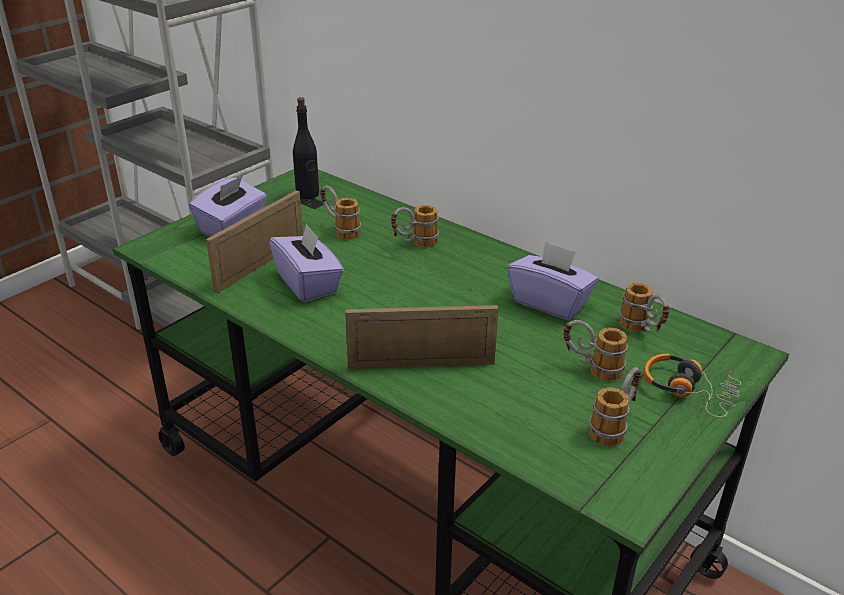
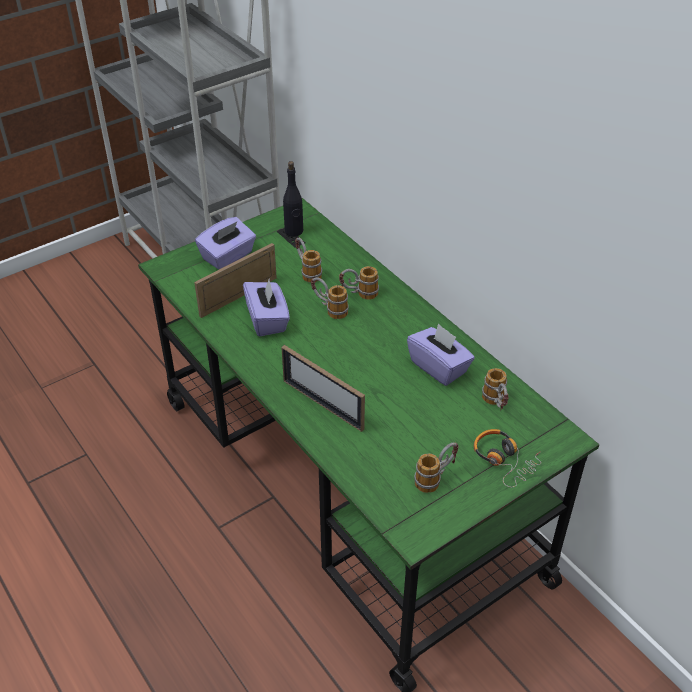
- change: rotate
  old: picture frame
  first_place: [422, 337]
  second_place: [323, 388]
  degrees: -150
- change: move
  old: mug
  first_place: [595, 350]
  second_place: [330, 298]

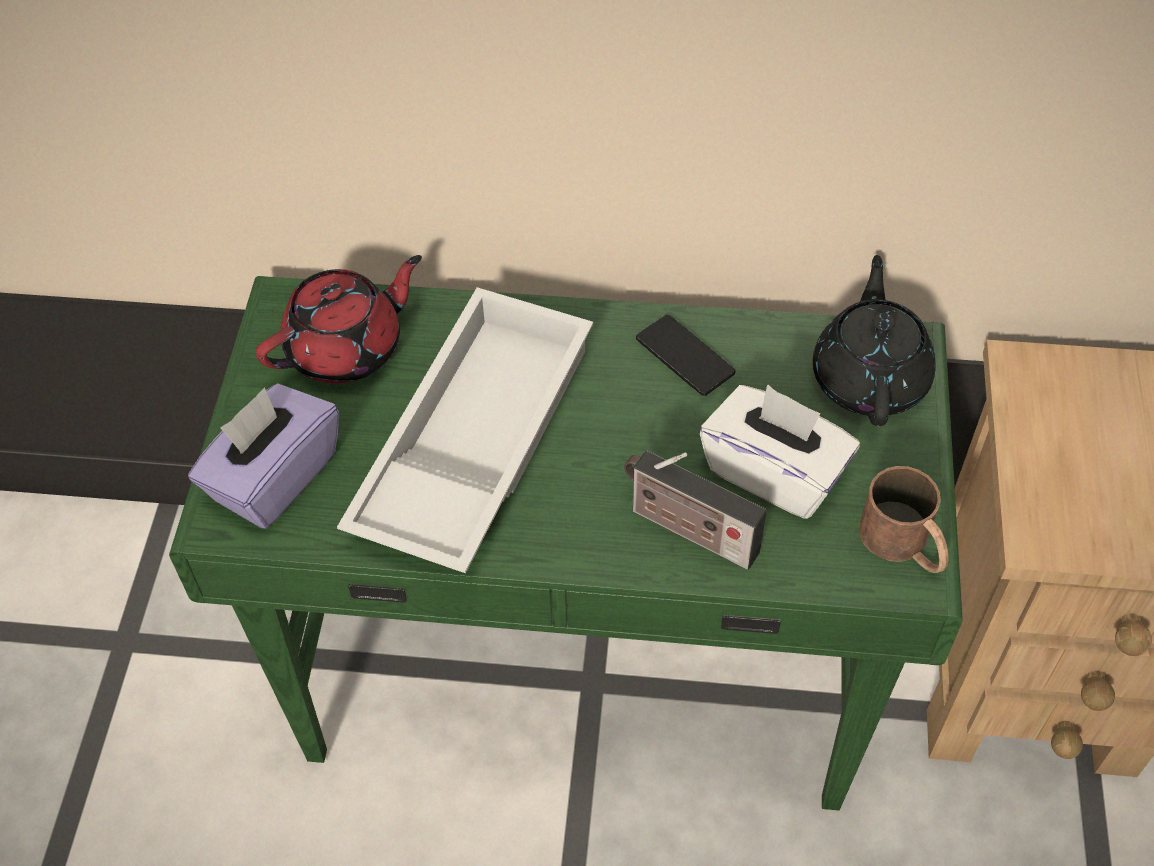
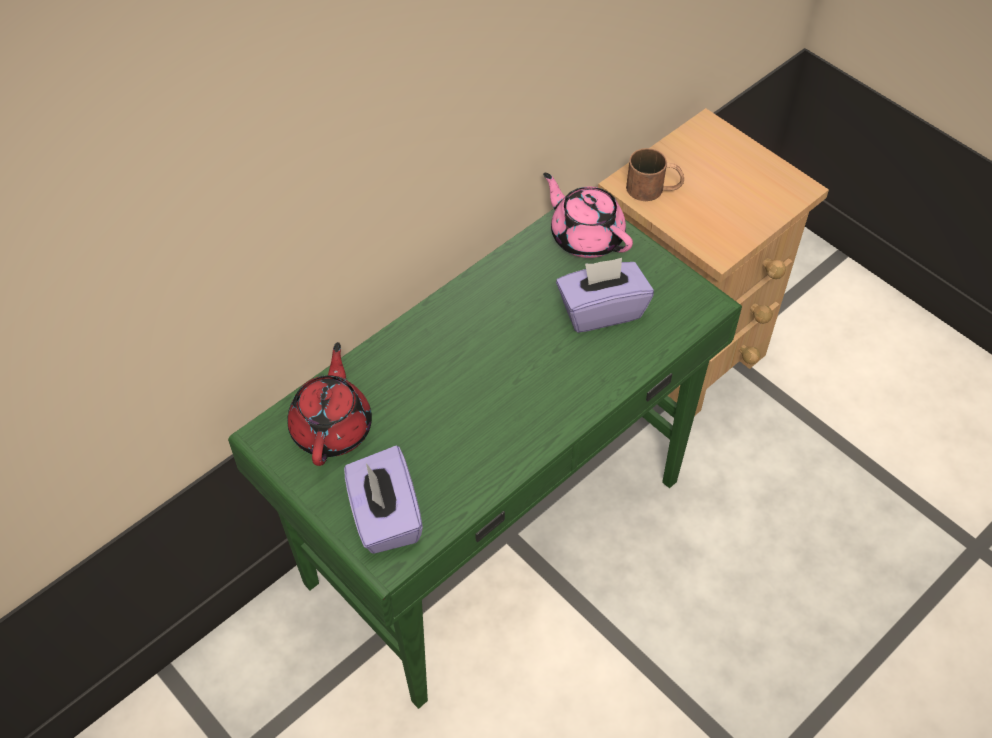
- change: recolor
  old: teapot (black)
  new: teapot (pink)
  first_place: [874, 340]
  second_place: [588, 215]
- change: recolor
  old: tissue box (white)
  new: tissue box (purple)
  first_place: [780, 451]
  second_place: [605, 295]
- change: move
  old: mug (brown)
  first_place: [904, 519]
  second_place: [655, 174]
- change: delete
  old: tray (white)
  first_place: [465, 430]
- change: delete
  old: radio
  first_place: [695, 510]
- change: delete
  old: phone
  first_place: [686, 355]

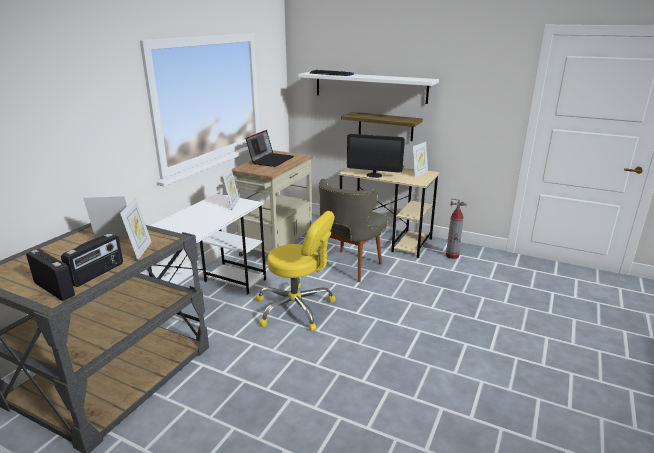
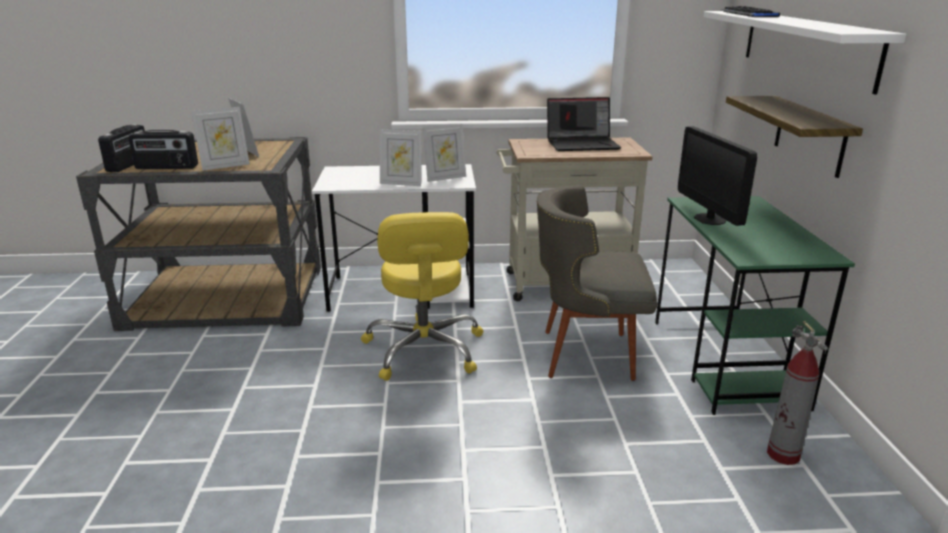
- change: move
  old: picture frame
  first_place: [420, 159]
  second_place: [401, 157]
- change: recolor
  old: desk (beige)
  new: desk (green)
  first_place: [389, 212]
  second_place: [755, 305]

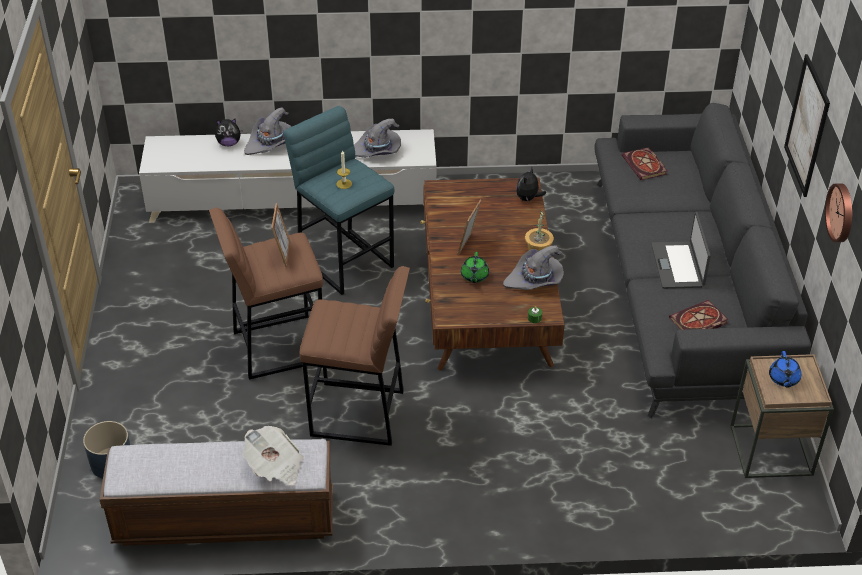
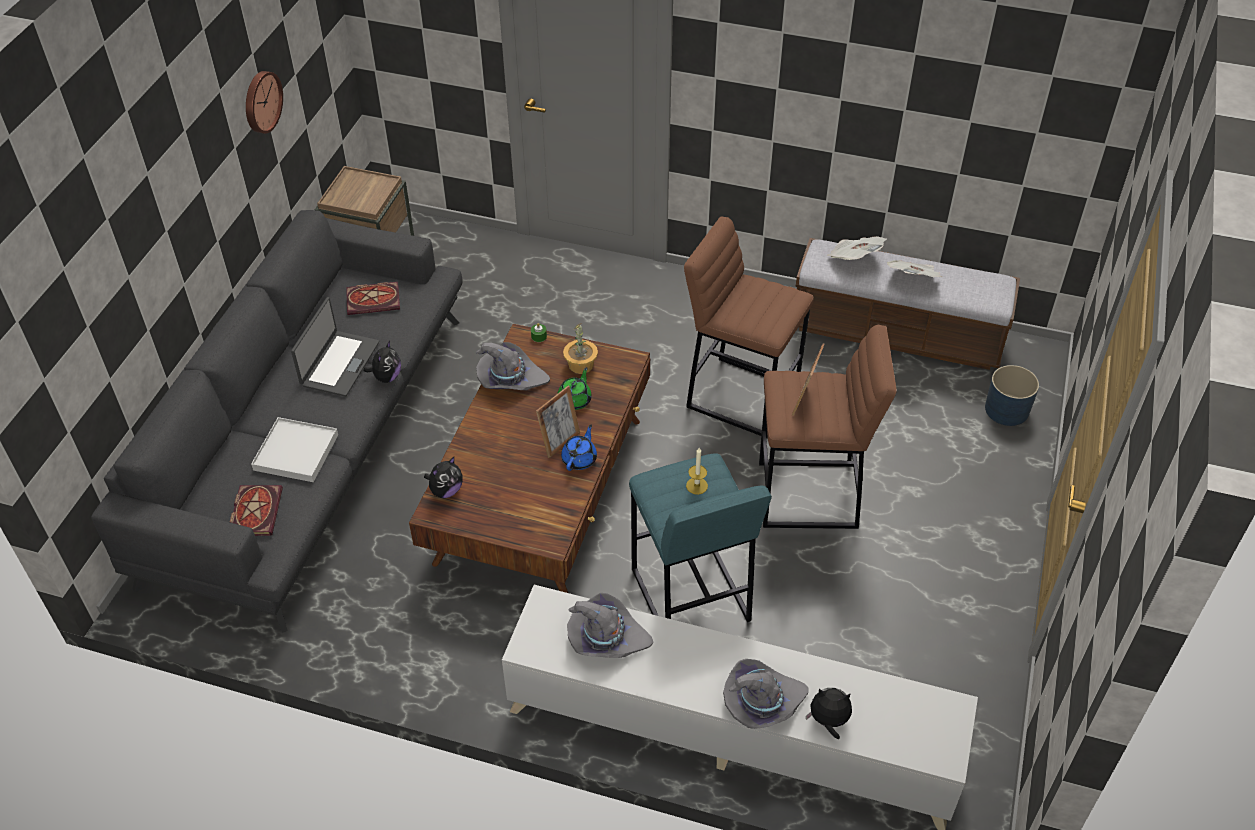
- change: insert
  new: tray (white)
  second_place: [294, 449]
- change: insert
  new: plush toy
  second_place: [382, 361]
- change: move
  old: teapot (blue)
  first_place: [785, 369]
  second_place: [579, 447]
- change: move
  old: potted plant
  first_place: [539, 230]
  second_place: [580, 348]
- change: insert
  new: newspaper
  second_place: [914, 268]
- change: delete
  old: picture
  first_place: [807, 125]

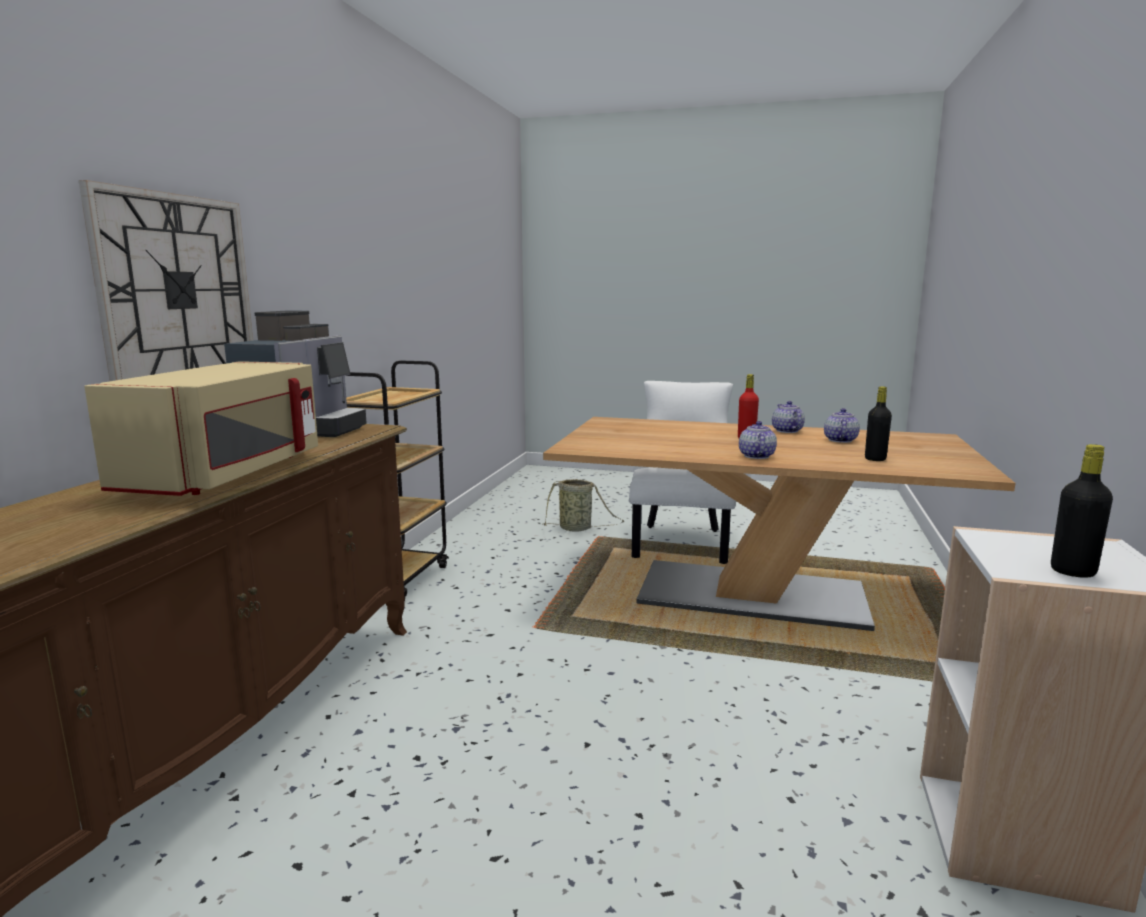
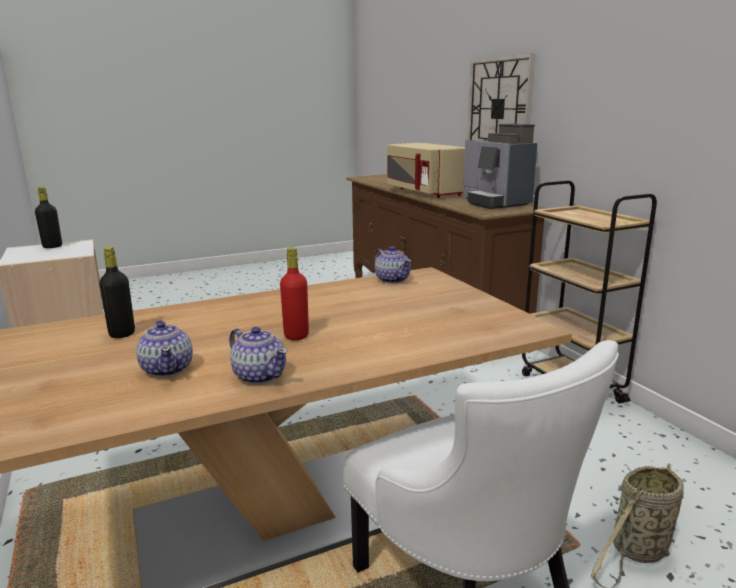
- change: move
  old: teapot
  first_place: [758, 440]
  second_place: [393, 265]

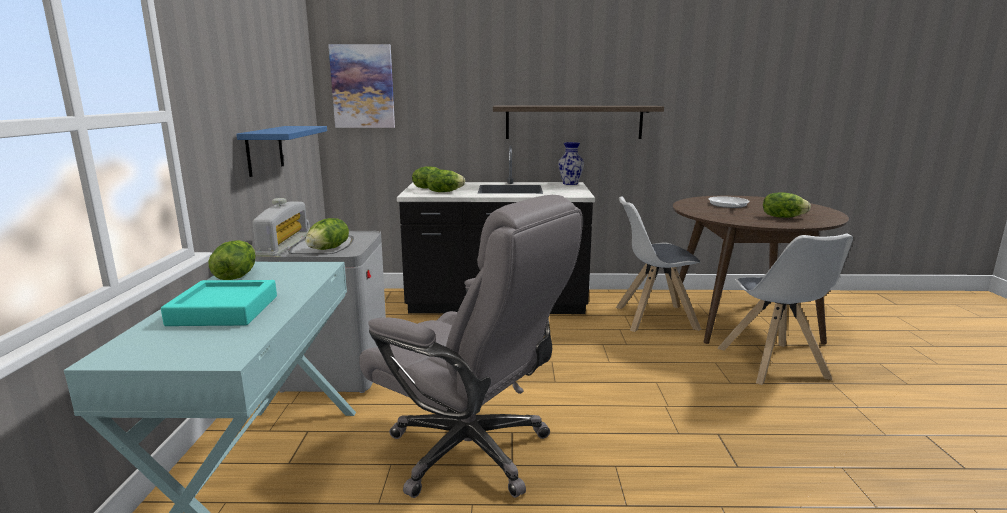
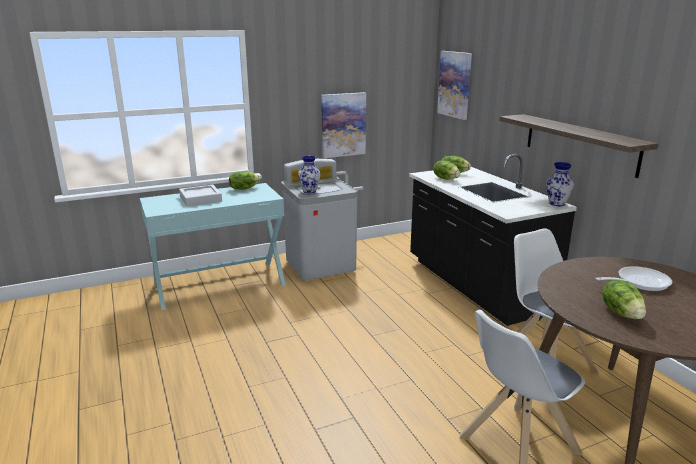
- change: recolor
  old: tray (turquoise)
  new: tray (grey)
  first_place: [219, 303]
  second_place: [200, 195]
- change: replace
  old: lettuce
  new: vase
  first_place: [327, 234]
  second_place: [309, 174]
- change: replace
  old: shelf (blue)
  new: picture
  first_place: [281, 151]
  second_place: [343, 125]
- change: delete
  old: office chair (grey)
  first_place: [471, 346]

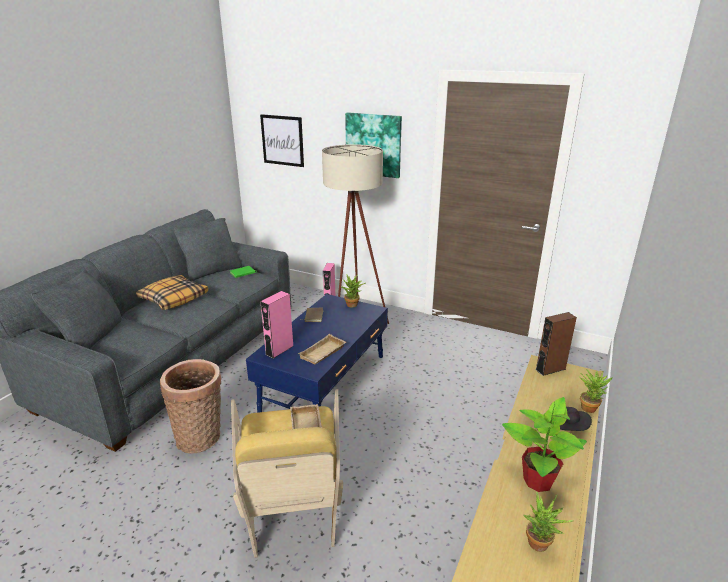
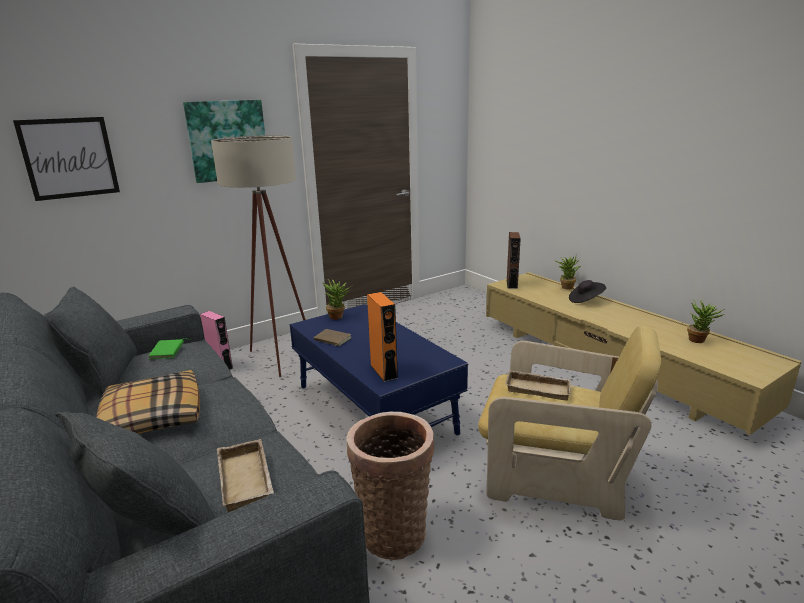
- change: move
  old: tray (beige)
  first_place: [322, 349]
  second_place: [245, 475]
- change: recolor
  old: speaker (pink)
  new: speaker (orange)
  first_place: [276, 325]
  second_place: [382, 337]
- change: delete
  old: potted plant
  first_place: [544, 444]

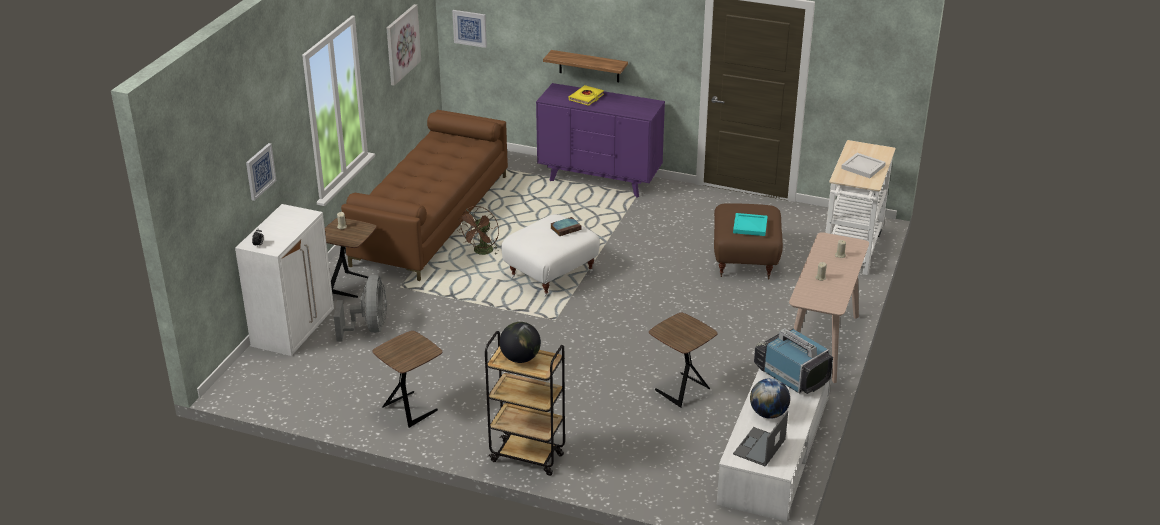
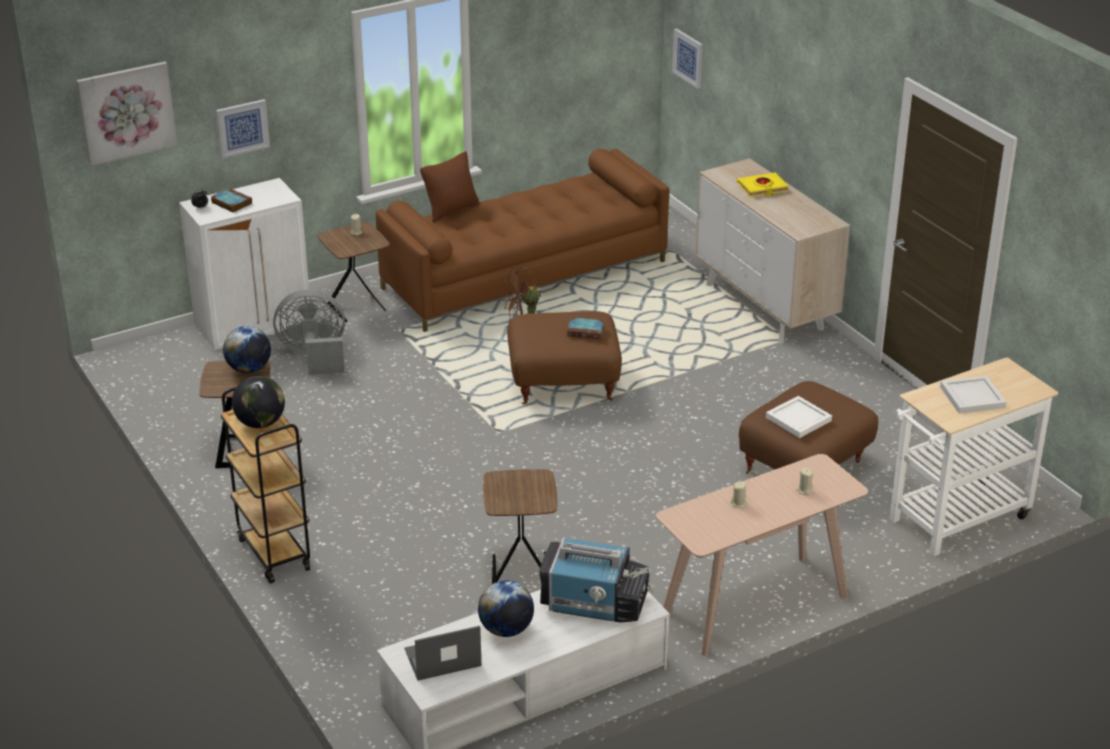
- change: move
  old: picture
  first_place: [404, 45]
  second_place: [127, 114]
- change: insert
  new: book
  second_place: [231, 200]
- change: insert
  new: globe
  second_place: [247, 349]
- change: rotate
  old: fan (grey)
  first_place: [360, 308]
  second_place: [309, 332]
  degrees: -135
- change: insert
  new: pillow (brown)
  second_place: [450, 186]
- change: recolor
  old: ottoman (white)
  new: ottoman (brown)
  first_place: [550, 255]
  second_place: [564, 357]
- change: rotate
  old: television
  first_place: [793, 361]
  second_place: [597, 580]
  degrees: 105
- change: recolor
  old: dresser (purple)
  new: dresser (white)
  first_place: [600, 140]
  second_place: [772, 251]
- change: recolor
  old: tray (turquoise)
  new: tray (white)
  first_place: [750, 224]
  second_place: [799, 417]
- change: delete
  old: shelf
  first_place: [585, 66]

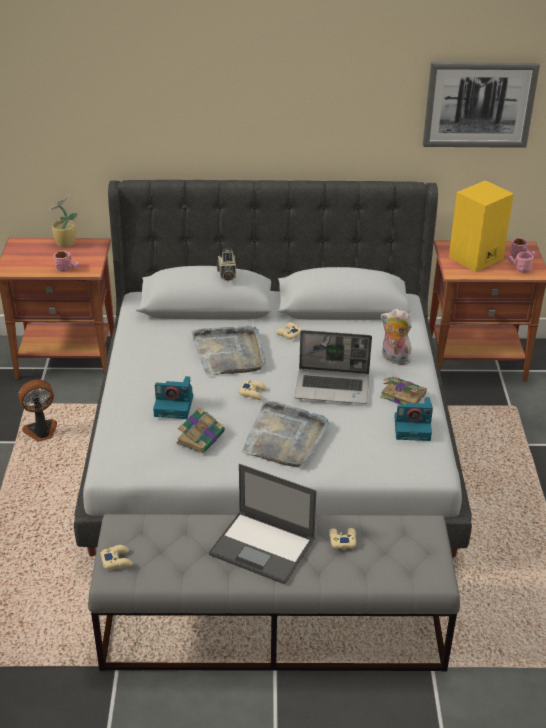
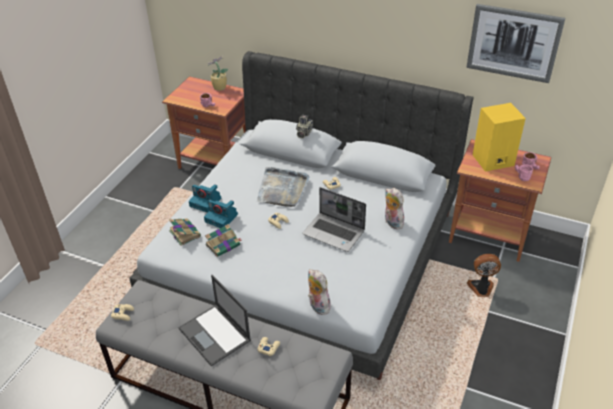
- change: move
  old: book
  first_place: [403, 390]
  second_place: [185, 232]
- change: move
  old: photo camera
  first_place: [414, 419]
  second_place: [205, 198]
- change: insert
  new: plush toy
  second_place: [319, 292]
- change: move
  old: fan
  first_place: [37, 410]
  second_place: [484, 275]
- change: delete
  old: tray (grey)
  first_place: [286, 434]

